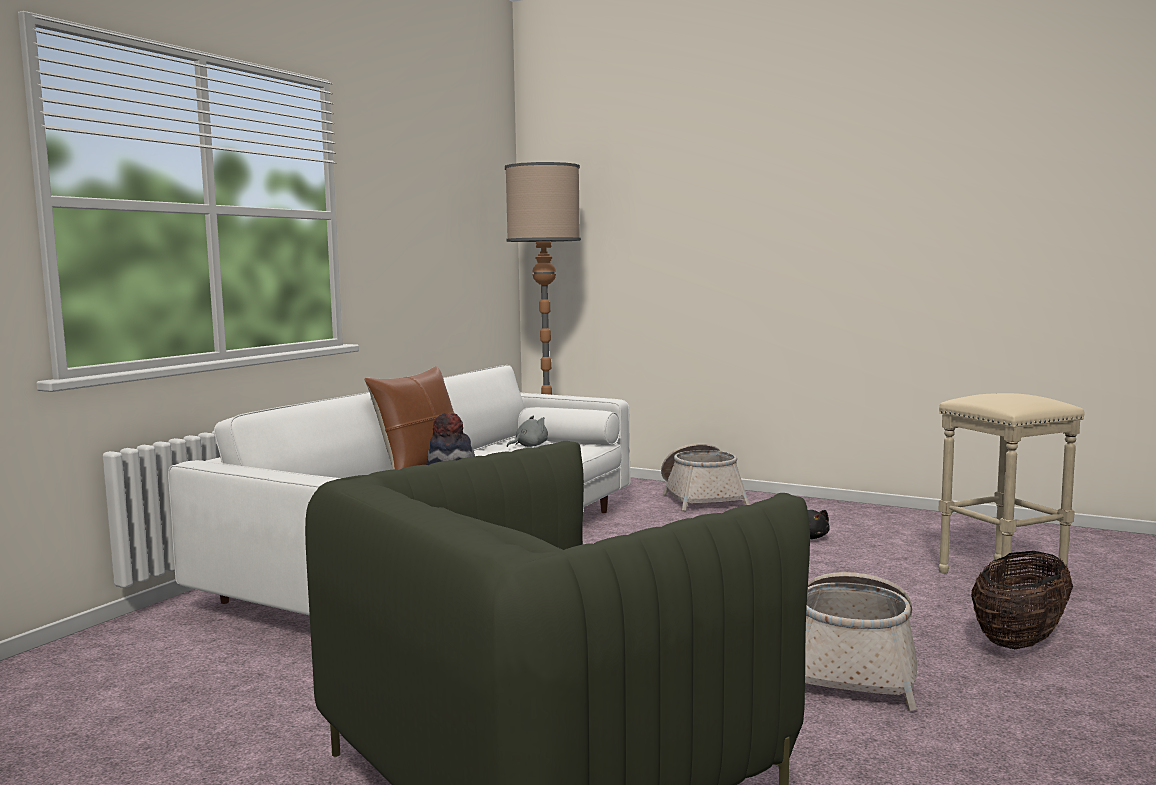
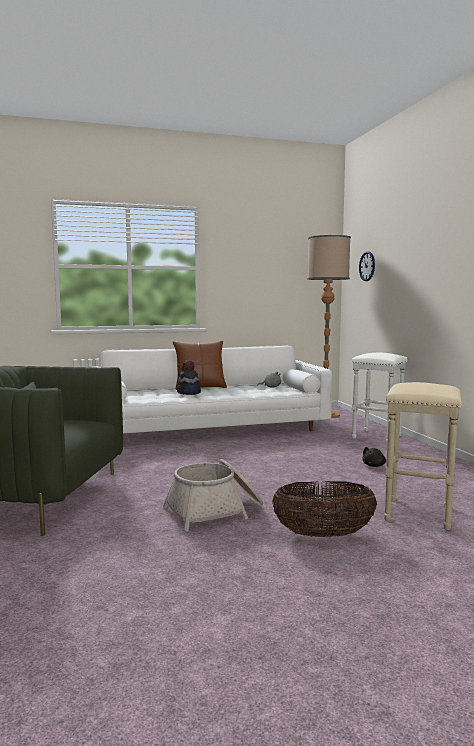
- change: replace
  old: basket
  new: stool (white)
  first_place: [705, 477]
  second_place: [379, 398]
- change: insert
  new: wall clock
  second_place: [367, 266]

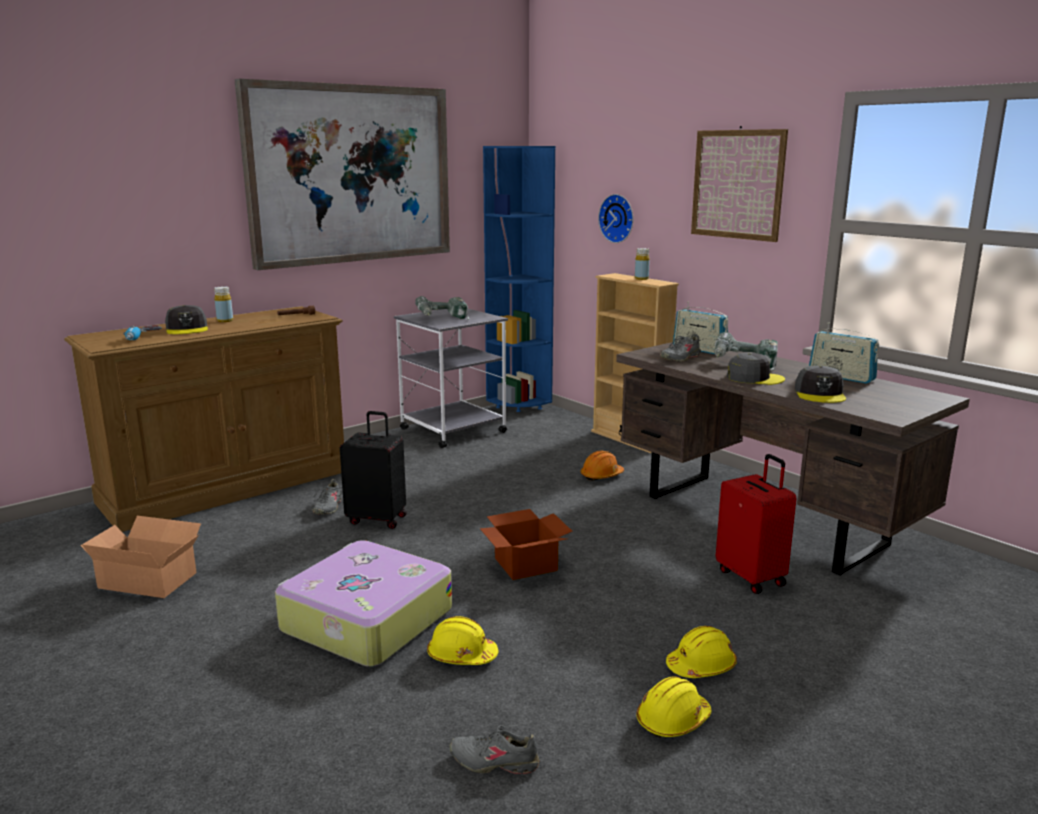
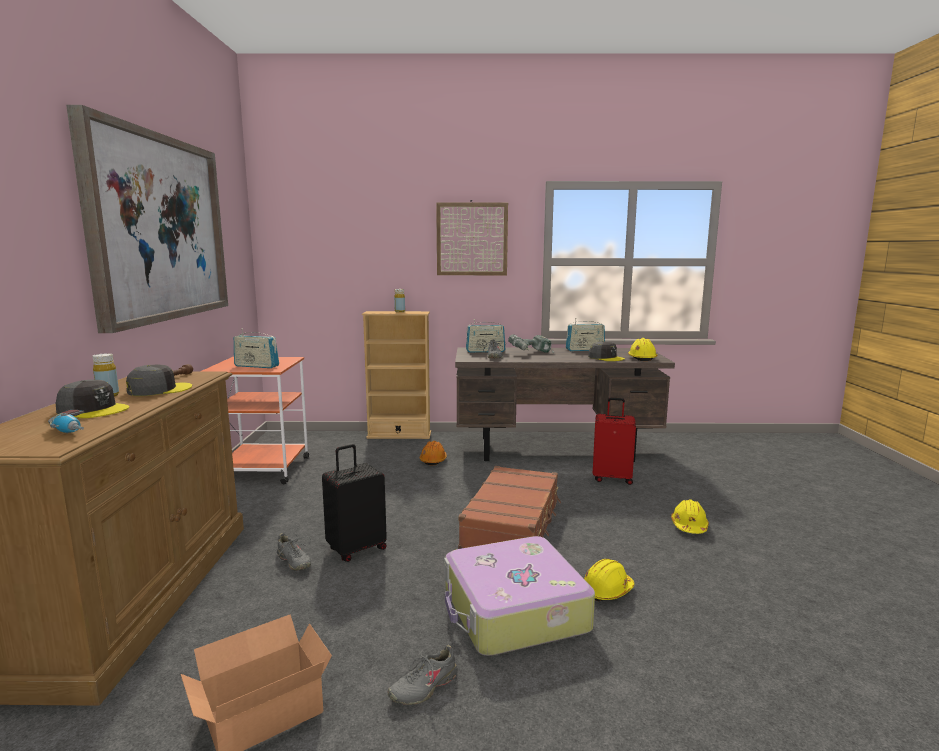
- change: move
  old: cap (grey)
  first_place: [756, 368]
  second_place: [159, 380]
- change: recolor
  old: cart (grey)
  new: cart (orange)
  first_place: [451, 378]
  second_place: [254, 420]
- change: replace
  old: power drill
  new: radio
  first_place: [442, 308]
  second_place: [256, 348]
- change: move
  old: shoe (grey)
  first_place: [494, 749]
  second_place: [423, 675]
- change: replace
  old: cardboard box
  new: suitcase (brown)
  first_place: [526, 544]
  second_place: [509, 507]
- change: move
  old: hard hat (yellow)
  first_place: [673, 707]
  second_place: [642, 349]
- change: delete
  old: bookcase (blue)
  first_place: [519, 279]
- change: delete
  old: wall clock
  first_place: [615, 218]

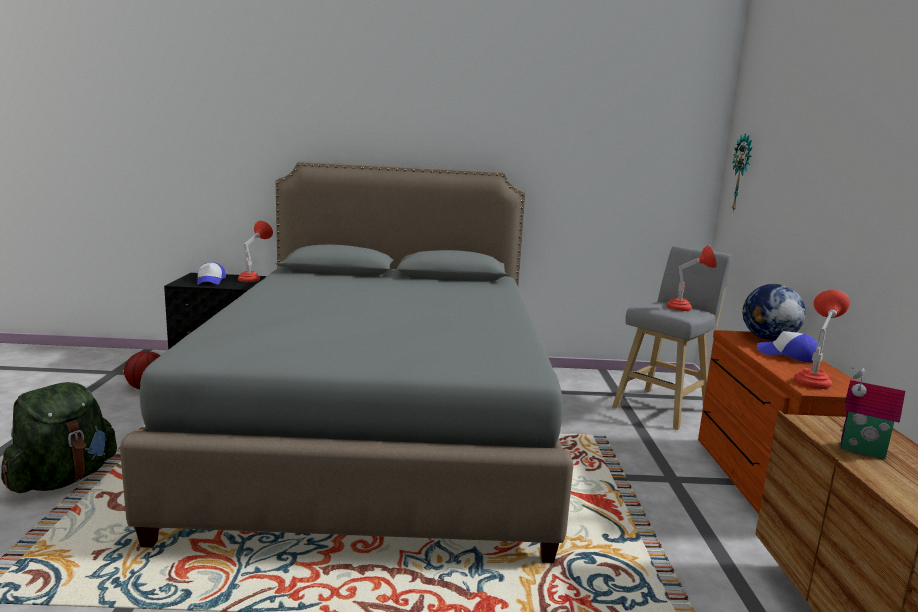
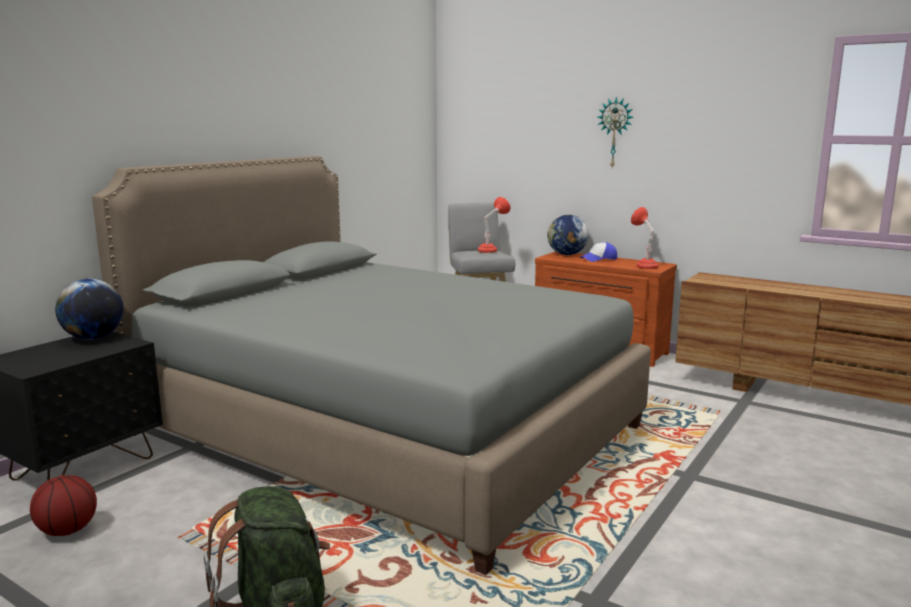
- change: replace
  old: table lamp (red)
  new: globe
  first_place: [255, 251]
  second_place: [89, 309]
- change: move
  old: wall clock
  first_place: [742, 172]
  second_place: [615, 133]
- change: delete
  old: cap
  first_place: [211, 273]
- change: delete
  old: toy house
  first_place: [871, 413]

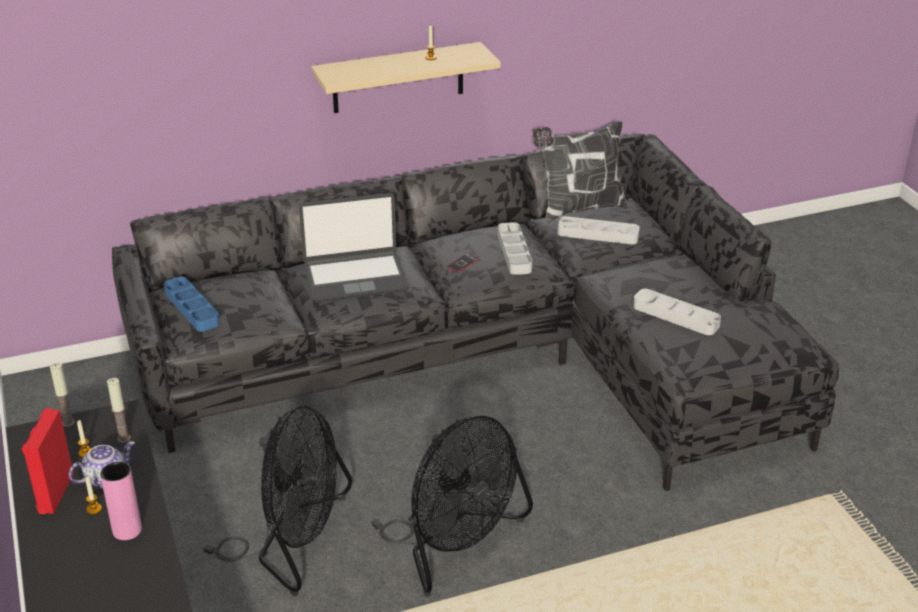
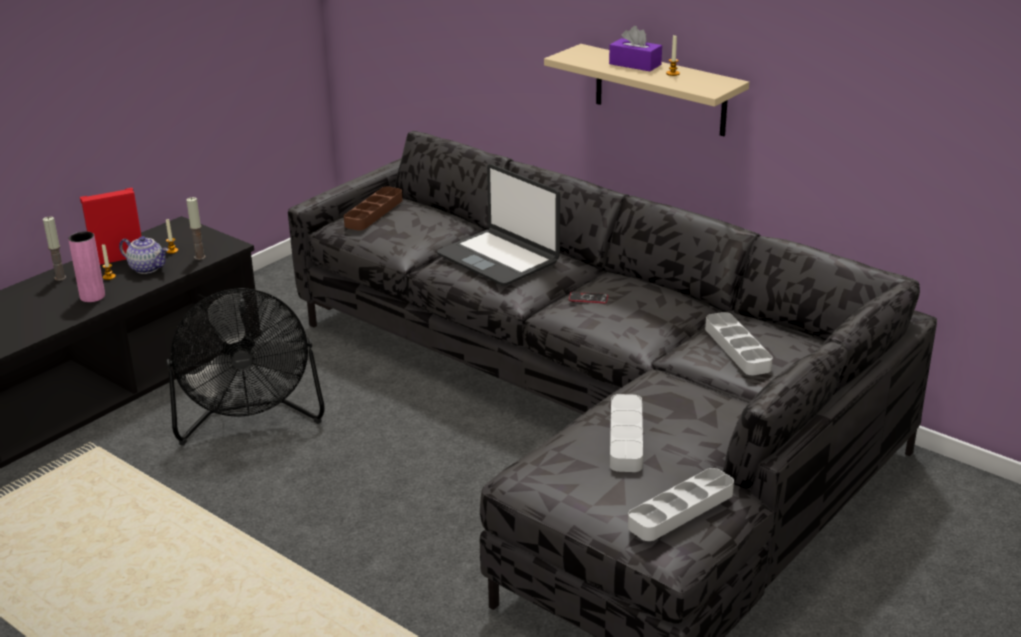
- change: move
  old: candle
  first_place: [62, 395]
  second_place: [54, 249]
- change: recolor
  old: tray (blue)
  new: tray (brown)
  first_place: [192, 304]
  second_place: [373, 208]
- change: insert
  new: tissue box (purple)
  second_place: [635, 48]
- change: move
  old: tray (grey)
  first_place: [515, 248]
  second_place: [681, 504]
- change: delete
  old: fan (black)
  first_place: [452, 506]
- change: delete
  old: pillow
  first_place: [580, 172]

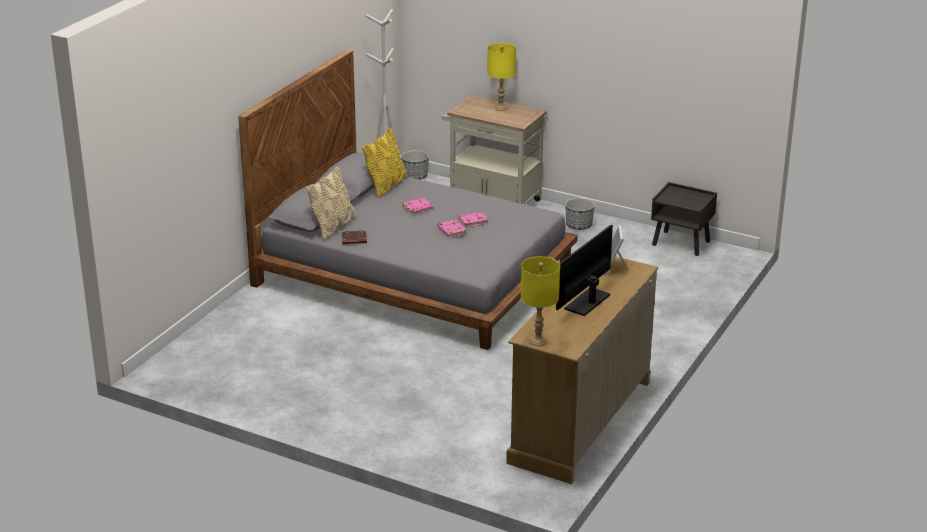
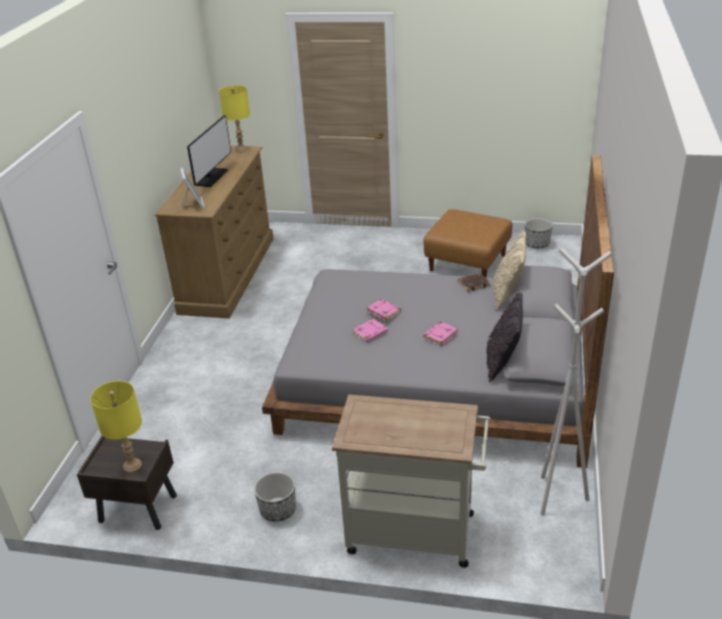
- change: move
  old: table lamp (yellow)
  first_place: [501, 77]
  second_place: [116, 426]
- change: insert
  new: ottoman (brown)
  second_place: [468, 243]
- change: recolor
  old: pillow (yellow)
  new: pillow (black)
  first_place: [384, 163]
  second_place: [504, 337]
- change: move
  old: planter
  first_place: [415, 165]
  second_place: [539, 233]

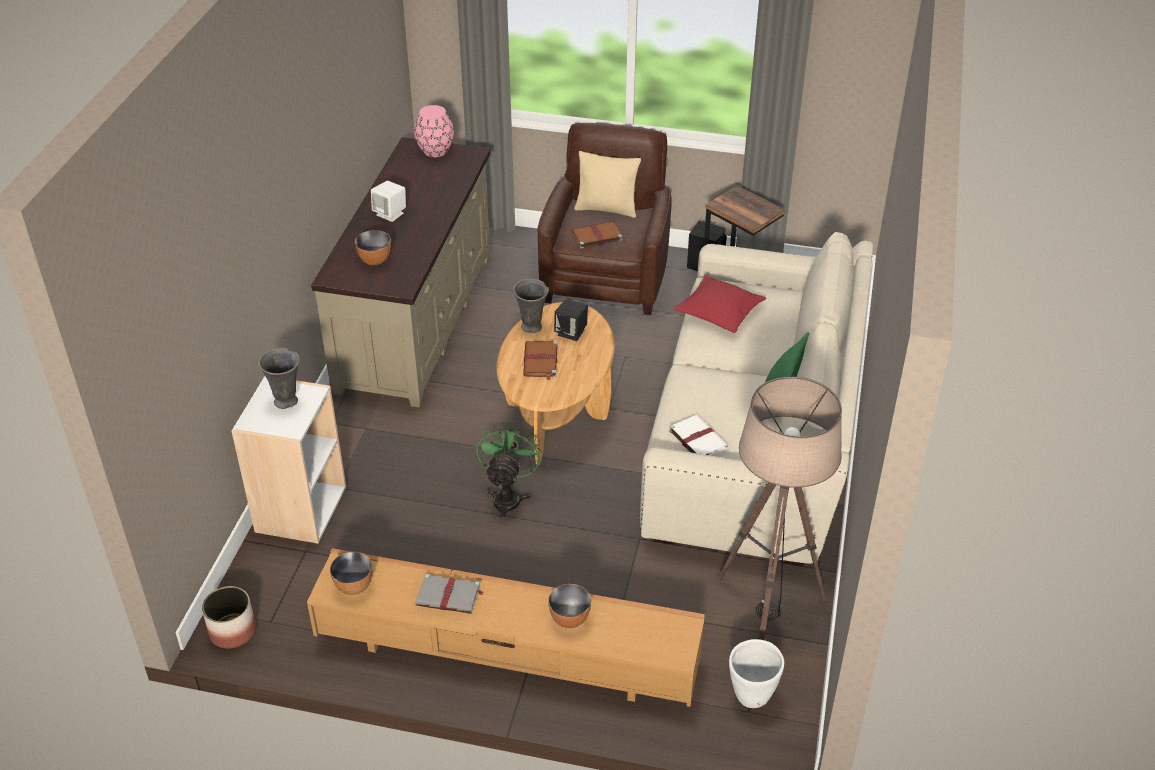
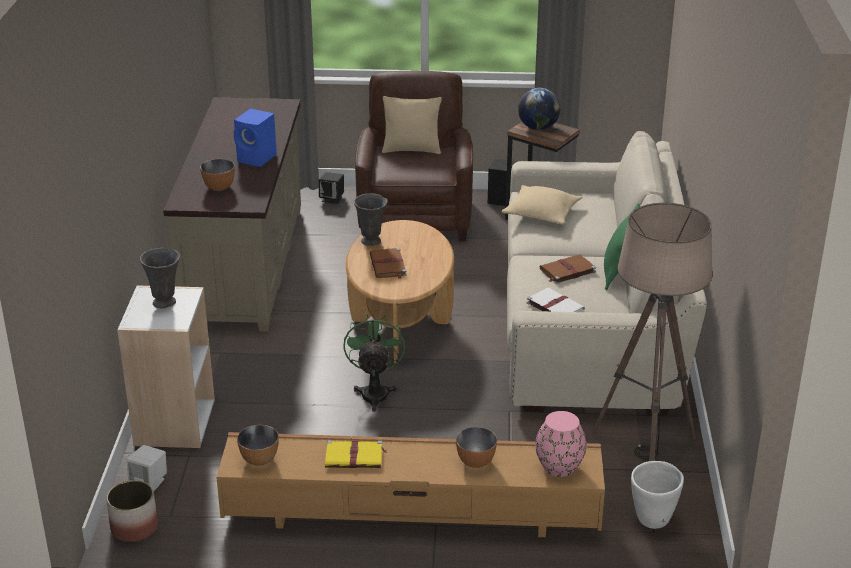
- change: move
  old: speaker (white)
  first_place: [388, 201]
  second_place: [147, 468]
- change: insert
  new: speaker (blue)
  second_place: [255, 137]
- change: move
  old: speaker (black)
  first_place: [571, 320]
  second_place: [331, 188]
- change: recolor
  old: book (grey)
  new: book (yellow)
  first_place: [449, 594]
  second_place: [356, 454]
- change: recolor
  old: pillow (red)
  new: pillow (beige)
  first_place: [719, 304]
  second_place: [542, 205]
- change: insert
  new: globe
  second_place: [539, 109]
- change: move
  old: vase (pink)
  first_place: [434, 131]
  second_place: [561, 444]
- change: move
  old: book (brown)
  first_place: [597, 235]
  second_place: [568, 269]

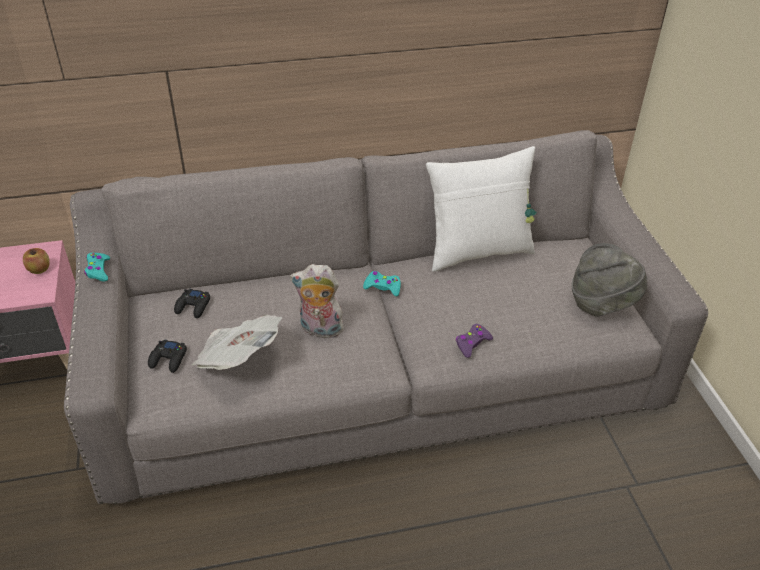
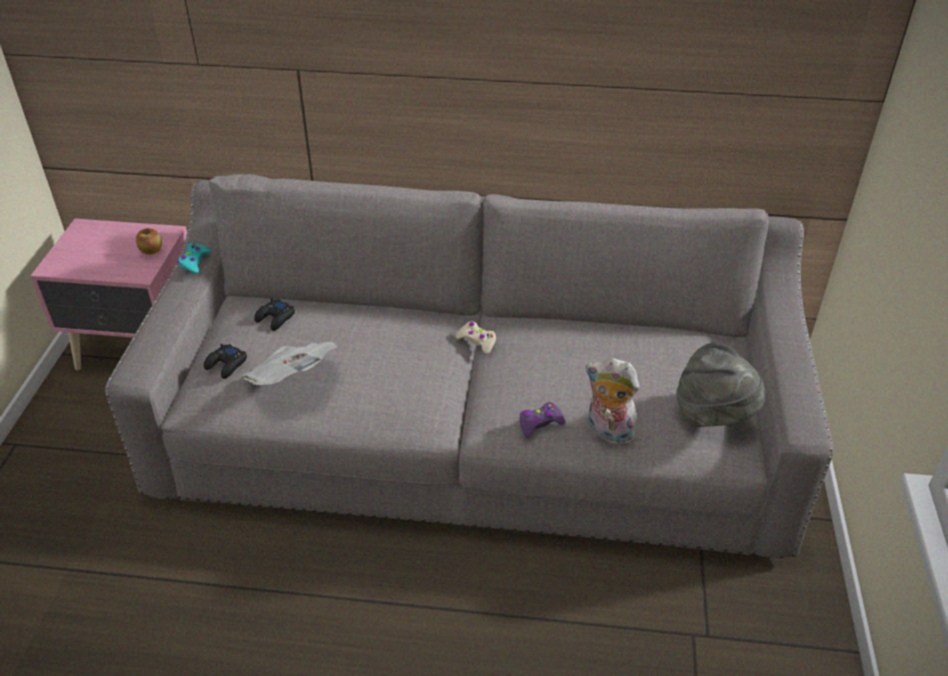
- change: recolor
  old: game controller (turquoise)
  new: game controller (beige)
  first_place: [382, 283]
  second_place: [476, 337]
- change: move
  old: plush toy
  first_place: [317, 301]
  second_place: [613, 401]
- change: delete
  old: pillow (white)
  first_place: [481, 209]

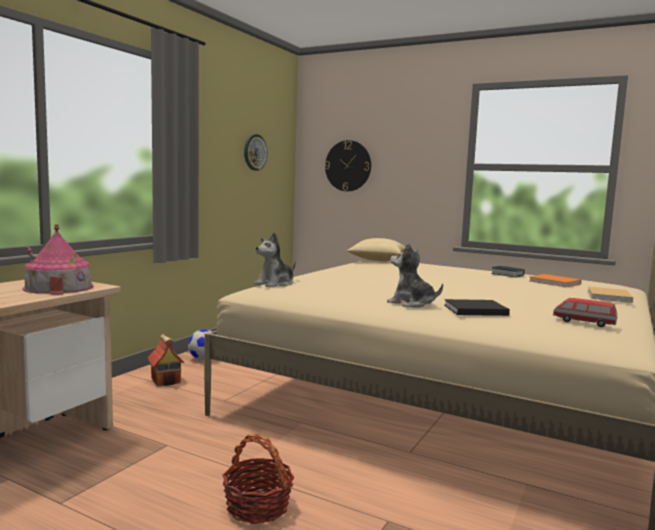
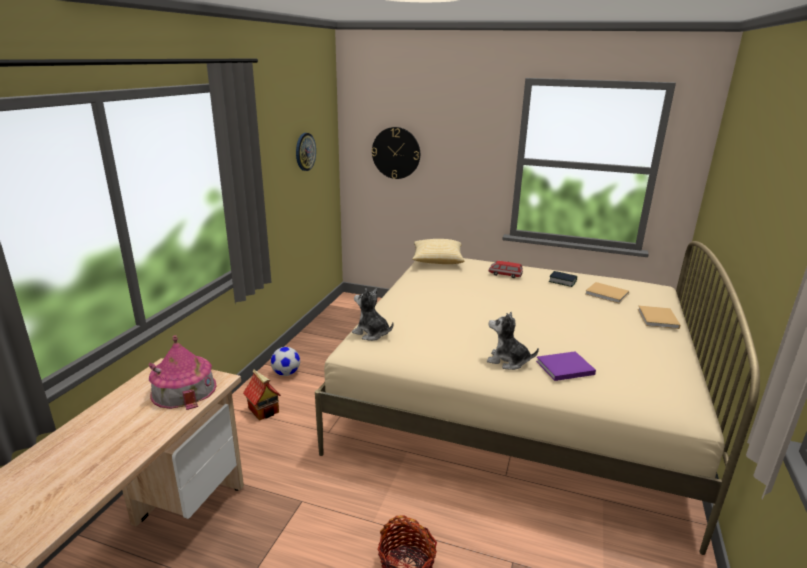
- change: rotate
  old: plush toy
  first_place: [275, 259]
  second_place: [372, 314]
  degrees: 90
- change: move
  old: toy car
  first_place: [585, 312]
  second_place: [505, 269]
- change: recolor
  old: book (black)
  new: book (purple)
  first_place: [477, 307]
  second_place: [566, 366]
- change: recolor
  old: book (orange)
  new: book (beige)
  first_place: [555, 280]
  second_place: [607, 293]

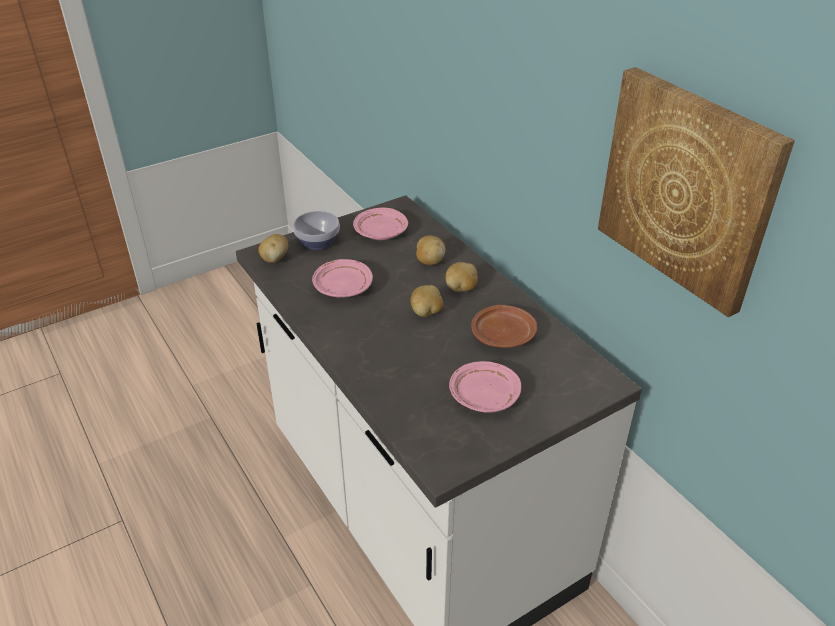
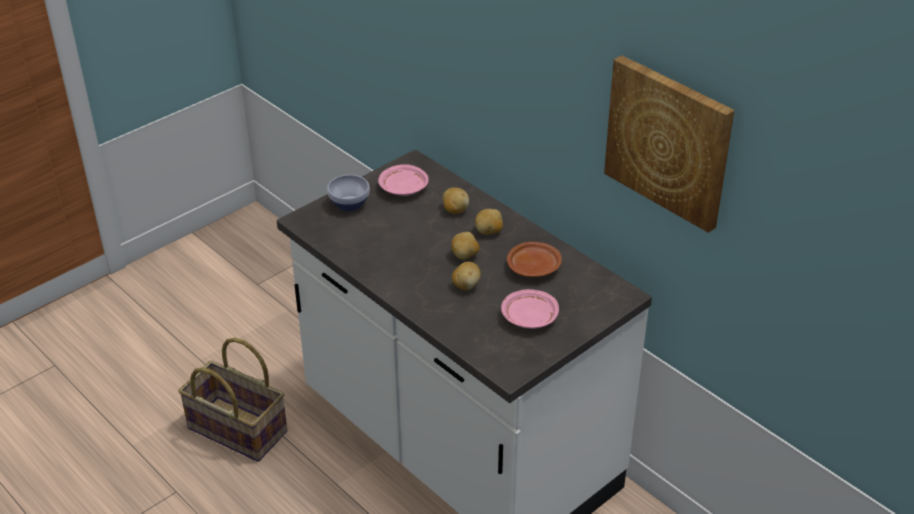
- change: insert
  new: basket
  second_place: [233, 400]
- change: move
  old: potato
  first_place: [273, 248]
  second_place: [466, 276]
- change: delete
  old: plate (pink)
  first_place: [342, 278]

